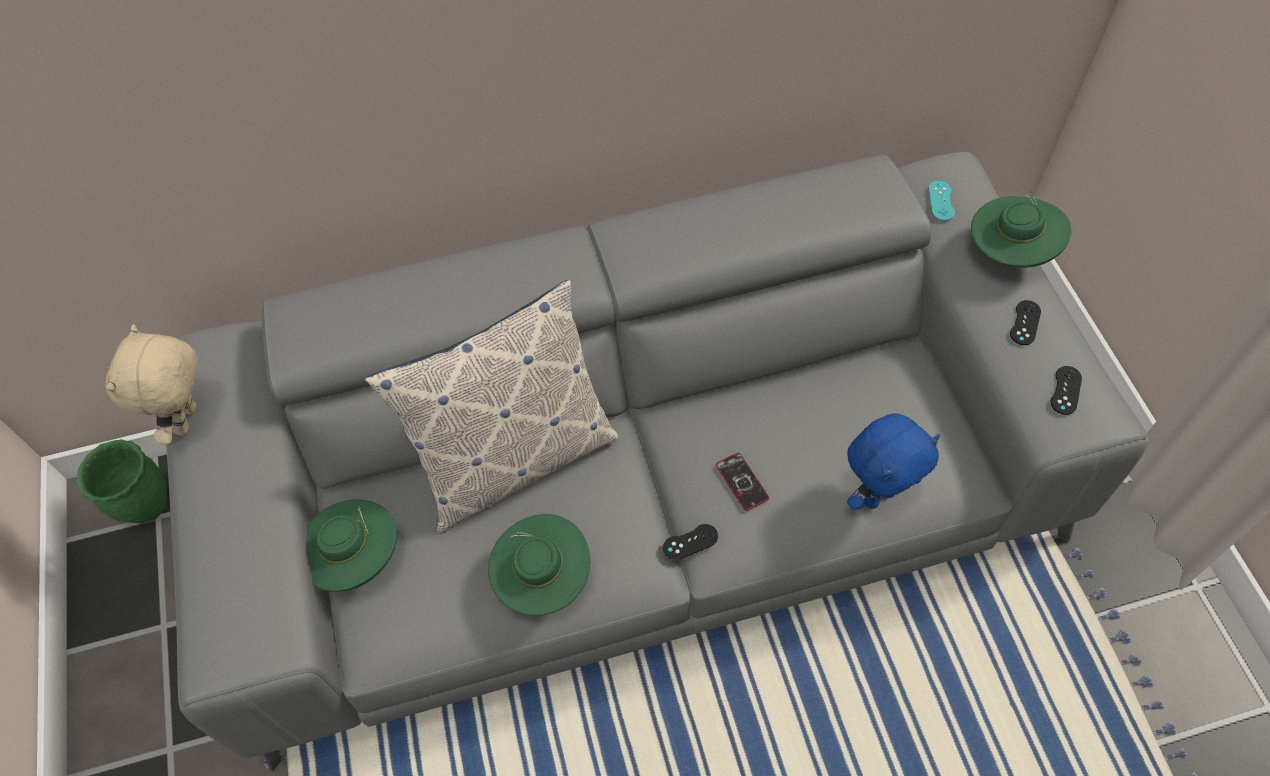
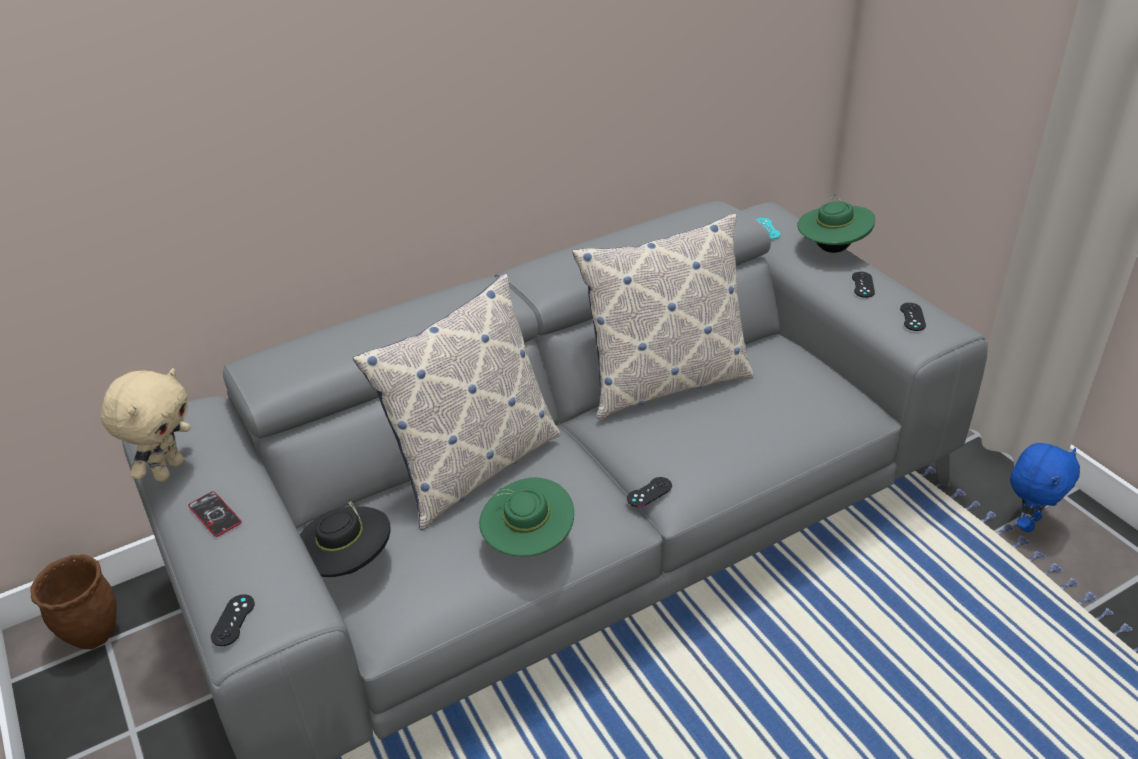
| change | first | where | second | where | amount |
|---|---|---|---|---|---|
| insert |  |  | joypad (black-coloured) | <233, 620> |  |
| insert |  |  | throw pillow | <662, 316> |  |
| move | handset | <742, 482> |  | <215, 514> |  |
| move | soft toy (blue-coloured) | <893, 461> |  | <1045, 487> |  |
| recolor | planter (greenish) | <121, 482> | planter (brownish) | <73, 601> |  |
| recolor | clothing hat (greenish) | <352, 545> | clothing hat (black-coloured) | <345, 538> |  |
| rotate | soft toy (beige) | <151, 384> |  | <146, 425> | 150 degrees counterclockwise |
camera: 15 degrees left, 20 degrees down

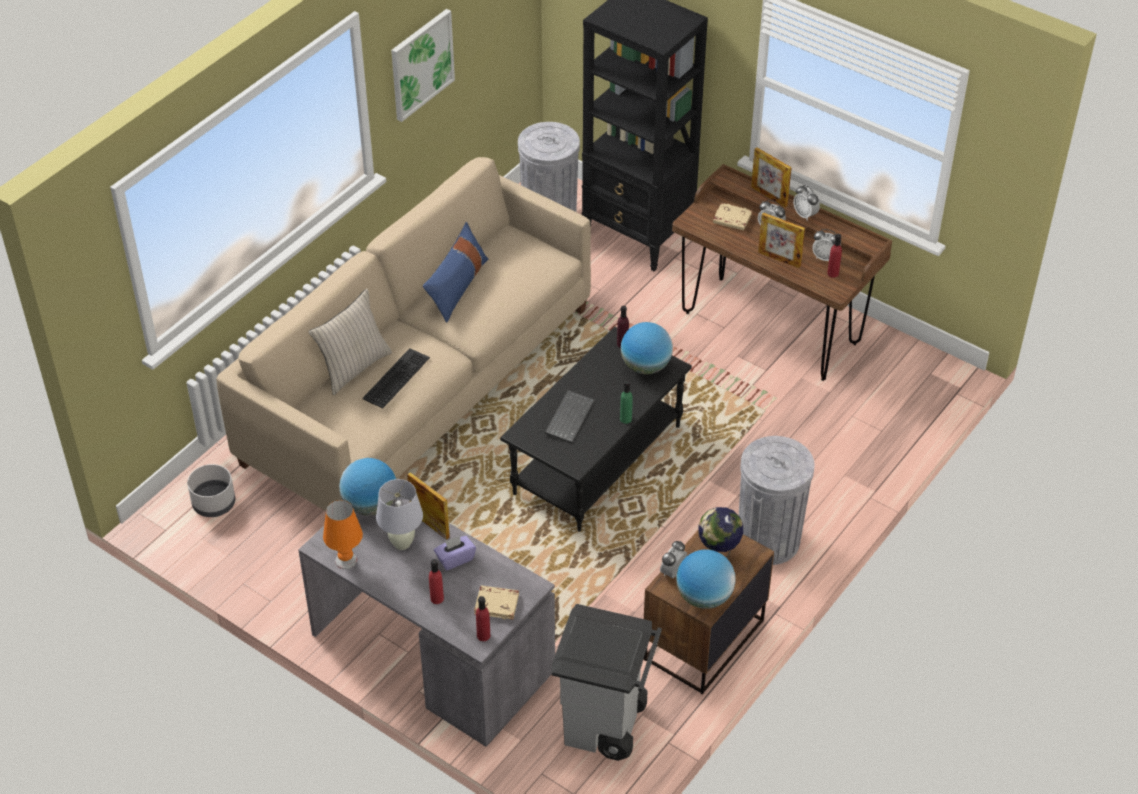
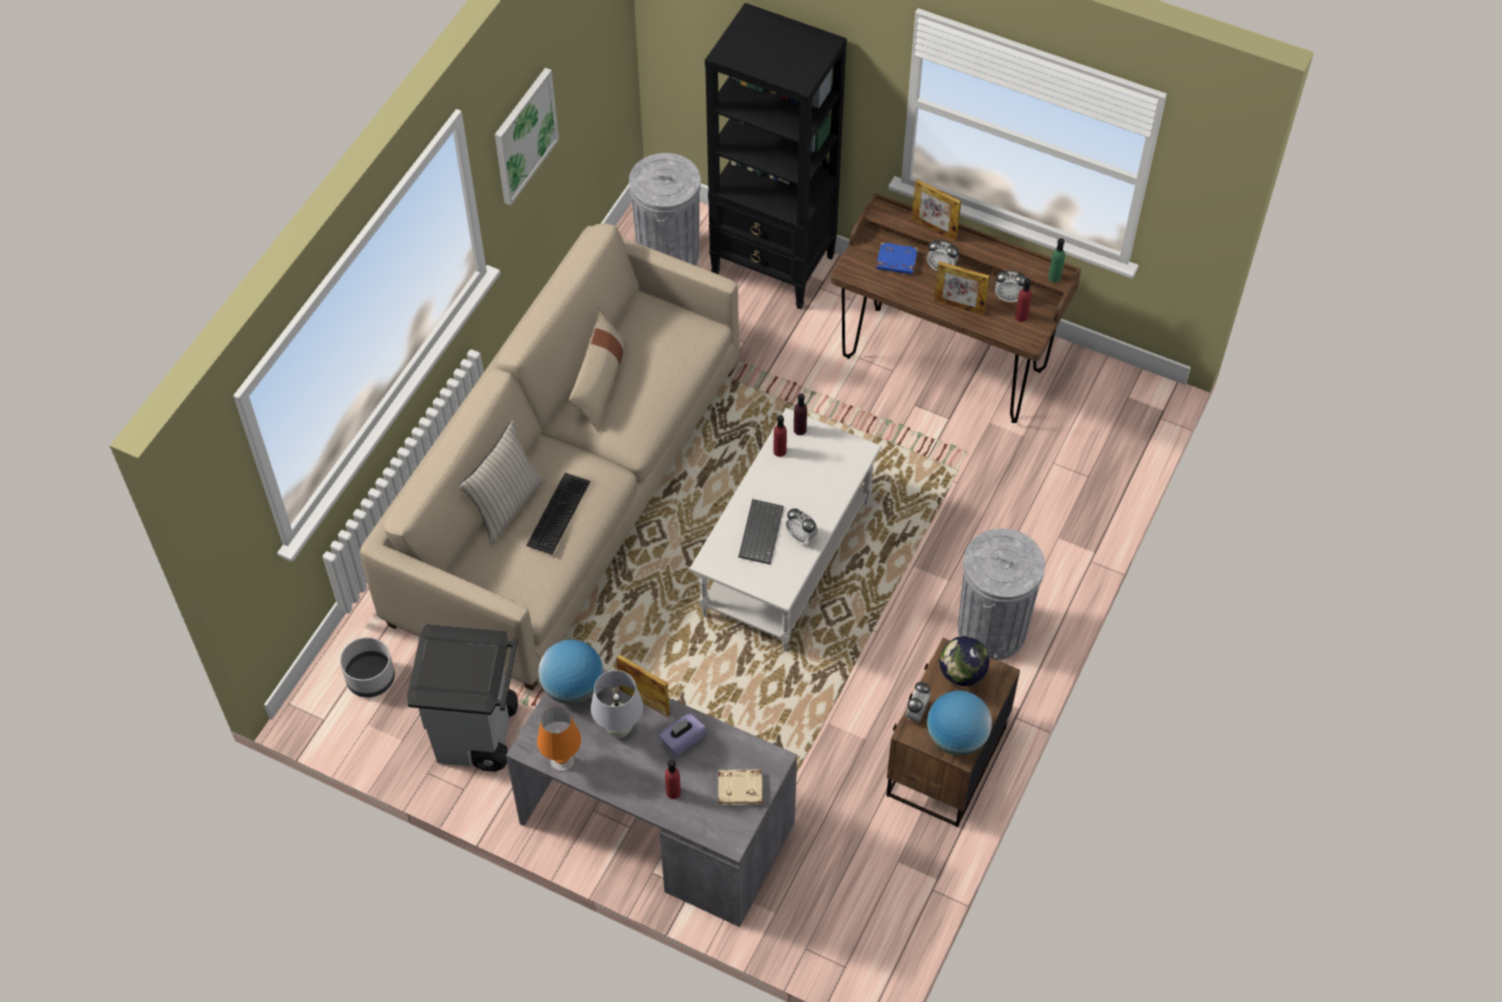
| change | first | where | second | where | amount |
|---|---|---|---|---|---|
| delete | world globe | <647, 348> |  |  |  |
| move | beverage bottle (red) | <483, 618> |  | <780, 436> |  |
| move | waste bin (grey) | <607, 682> |  | <462, 698> |  |
| move | beverage bottle (greenish) | <626, 402> |  | <1056, 260> |  |
| move | bedside clock | <806, 203> |  | <801, 527> |  |
| recolor | throw pillow (blue-coloured) | <455, 272> | throw pillow (beige) | <598, 370> |  |
| recolor | low table (black-coloured) | <596, 429> | low table (whitish) | <785, 529> |  |
| recolor | book (beige) | <733, 217> | book (blue-coloured) | <897, 258> |  |
camera: 10 degrees left, 10 degrees up

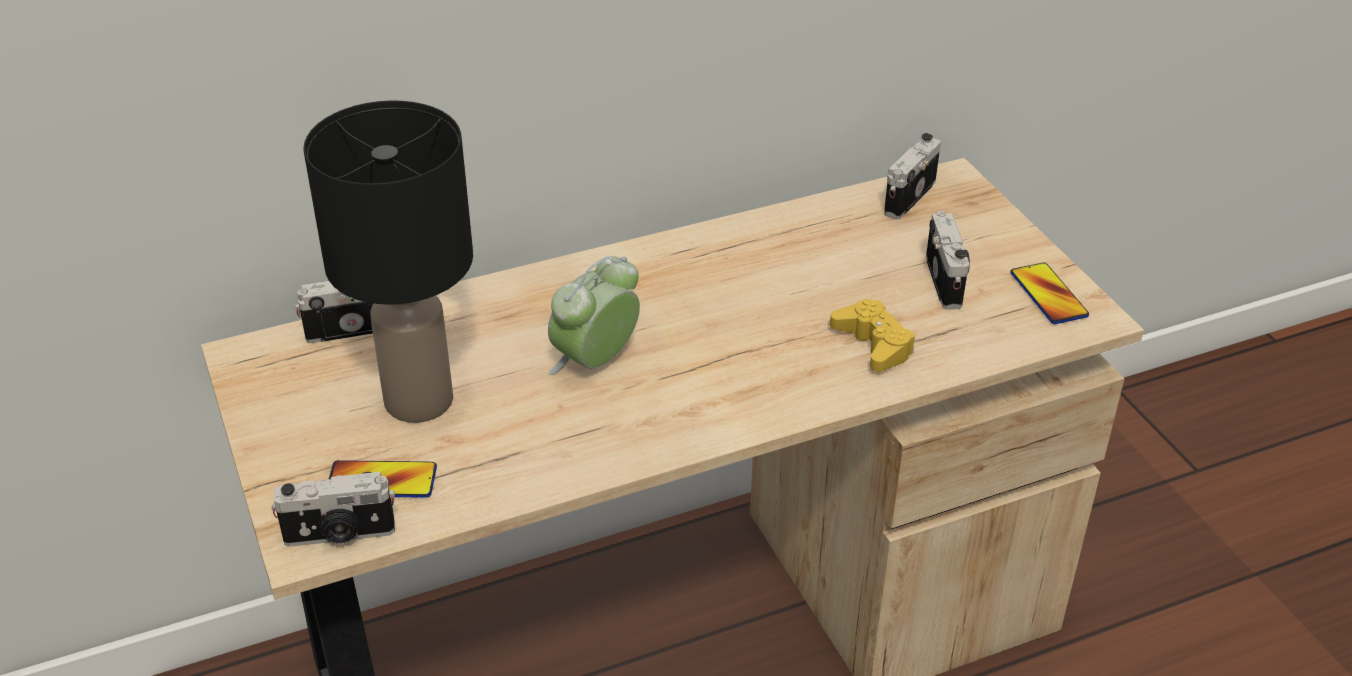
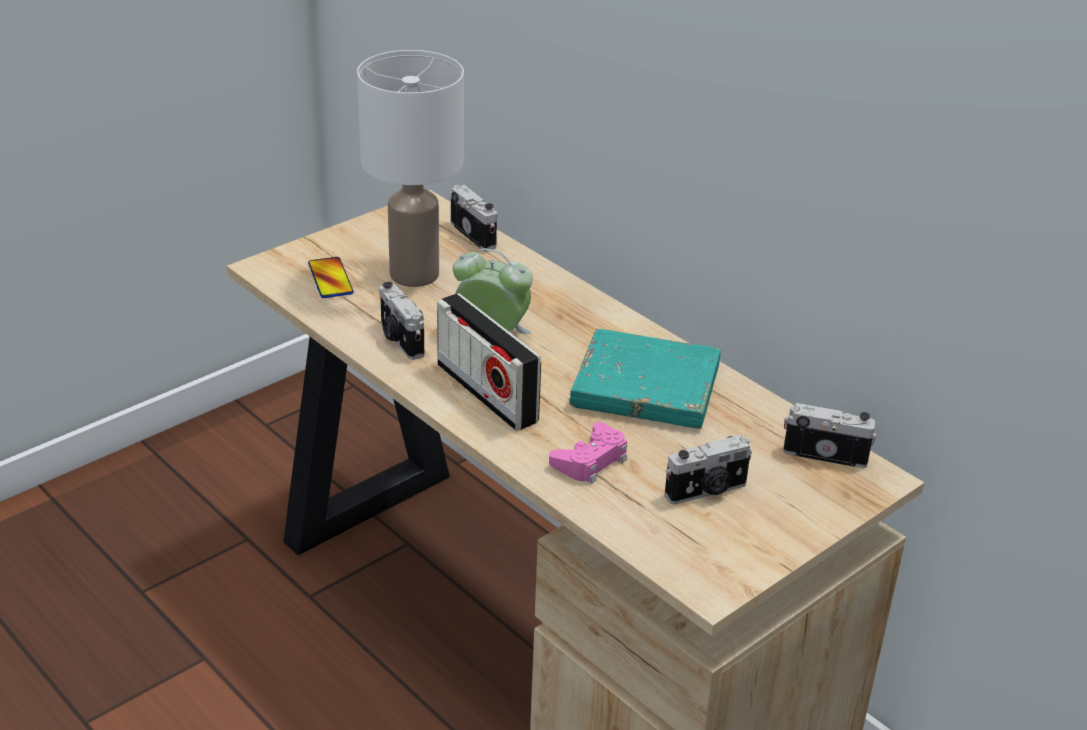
| change | first | where | second | where | amount |
|---|---|---|---|---|---|
| delete | handset | <1049, 293> |  |  |  |
| insert |  |  | radio set | <489, 362> |  |
| insert |  |  | book (turquoise-coloured) | <645, 379> |  |
| move | still camera | <333, 509> |  | <402, 321> |  |
| recolor | table lamp (black-coloured) | <388, 262> | table lamp (whitish) | <410, 168> |  |
| recolor | joypad (yellowish) | <872, 335> | joypad (pink-coloured) | <588, 453> |  |
camera: 70 degrees right, 5 degrees down

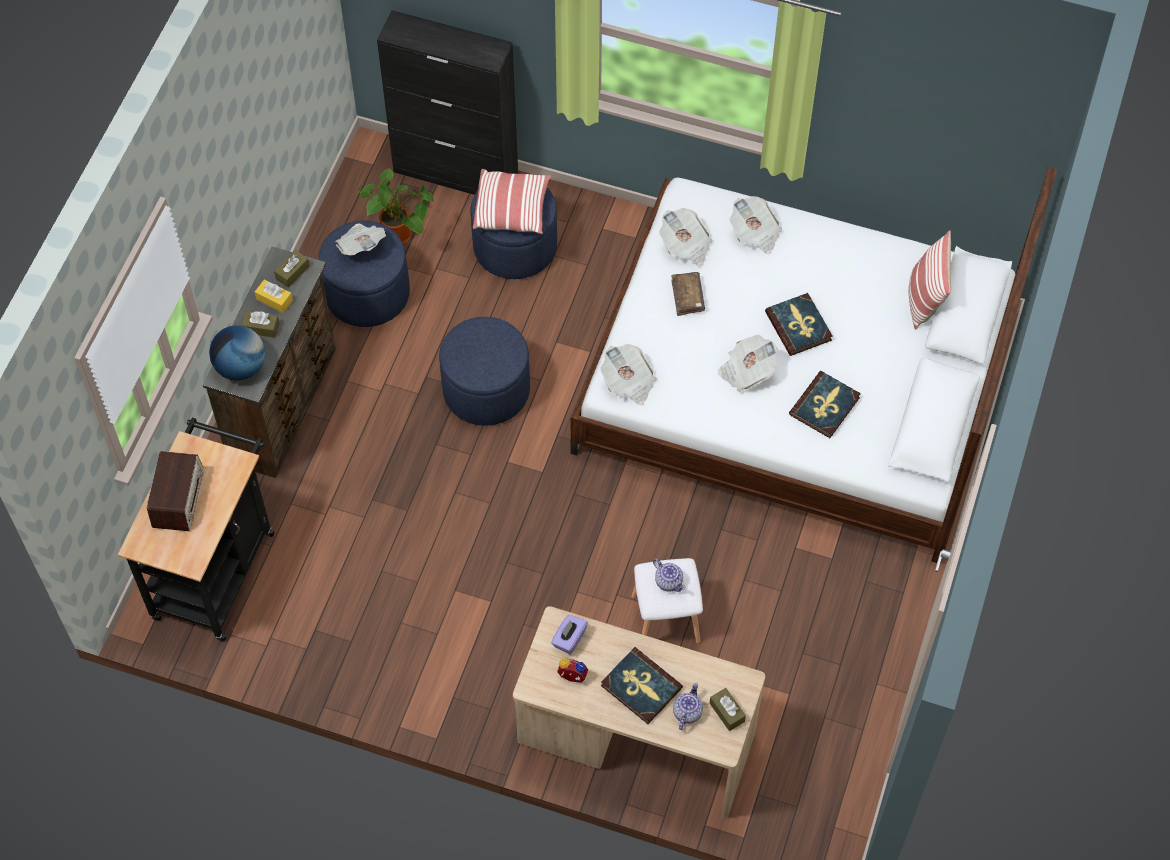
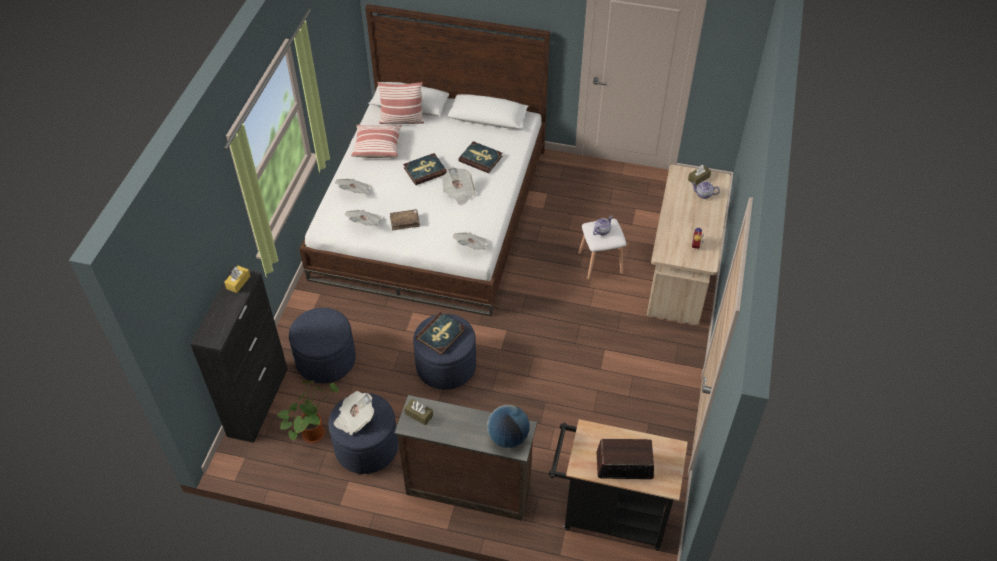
| change | first | where | second | where | amount |
|---|---|---|---|---|---|
| delete | tissue holder (brownish) | <260, 324> |  |  |  |
| delete | tissue holder (purple) | <569, 635> |  |  |  |
| move | tissue holder (yellowish) | <274, 296> |  | <237, 279> |  |
| move | throw pillow | <512, 201> |  | <376, 141> |  |
| move | book | <642, 685> |  | <440, 333> |  |
camera: 95 degrees left, 10 degrees down

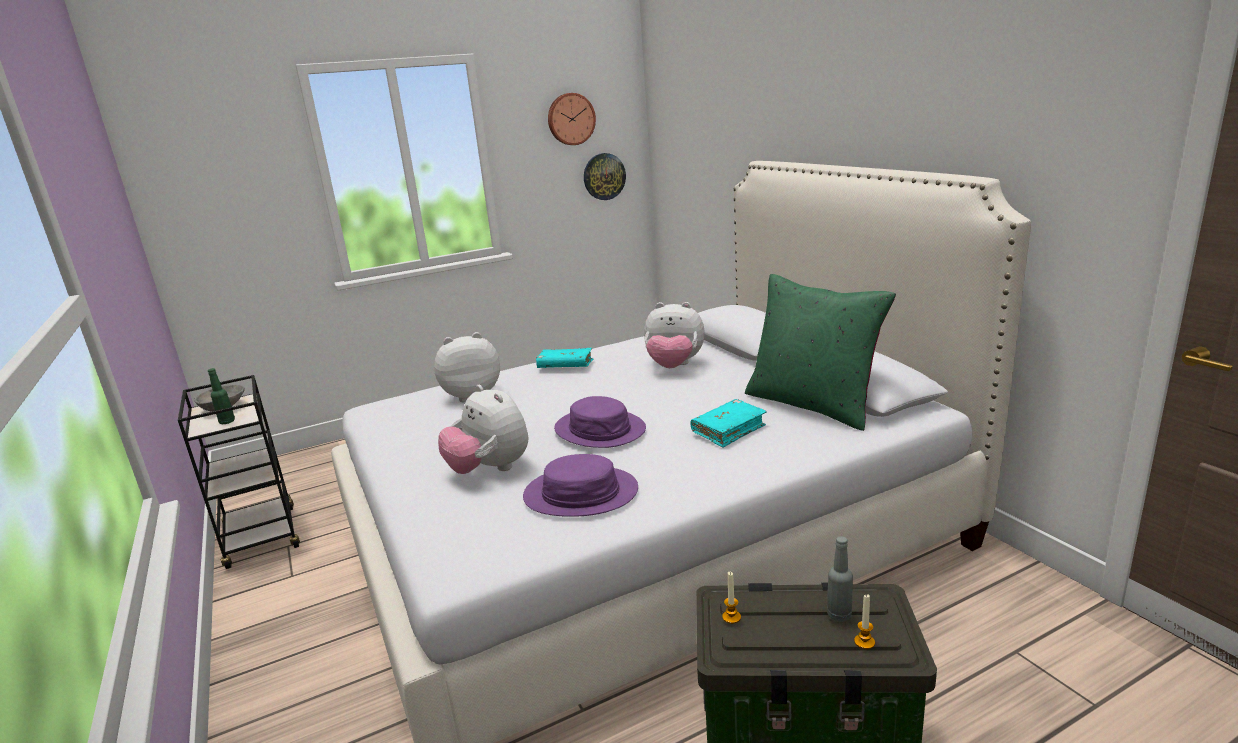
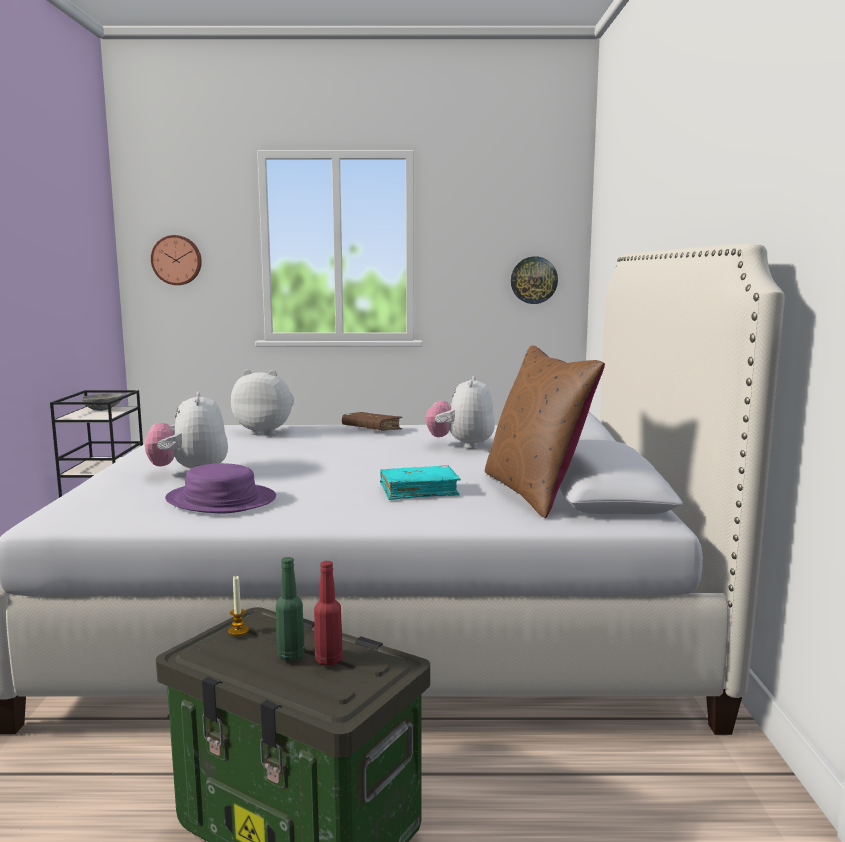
| change | first | where | second | where | amount |
|---|---|---|---|---|---|
| delete | clothing hat (purple) | <600, 422> |  |  |  |
| delete | candle | <864, 621> |  |  |  |
| move | beverage bottle (greenish) | <221, 396> |  | <290, 609> |  |
| move | clock on the wall | <572, 119> |  | <176, 260> |  |
| recolor | book (turquoise-coloured) | <565, 358> | book (brownish) | <372, 421> |  |
| recolor | throw pillow (greenish) | <820, 352> | throw pillow (brownish) | <545, 431> |  |
| recolor | beverage bottle (grey) | <840, 579> | beverage bottle (red) | <328, 613> |  |
| rotate | soft toy | <674, 335> |  | <460, 412> | 60 degrees clockwise |
camera: 25 degrees right, 10 degrees down

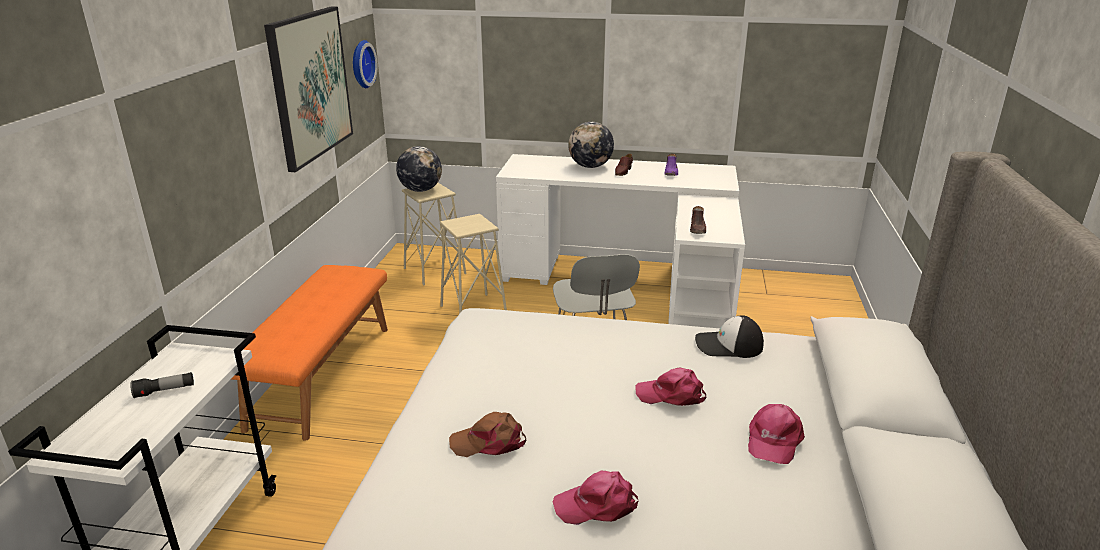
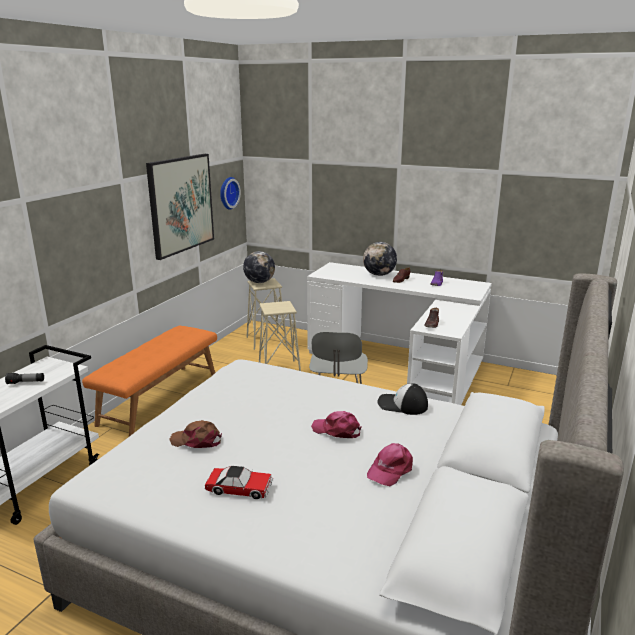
| change | first | where | second | where | amount |
|---|---|---|---|---|---|
| replace | peaked cap (pink-coloured) | <595, 498> | miniature car | <239, 482> |  |
camera: 15 degrees right, 5 degrees down

